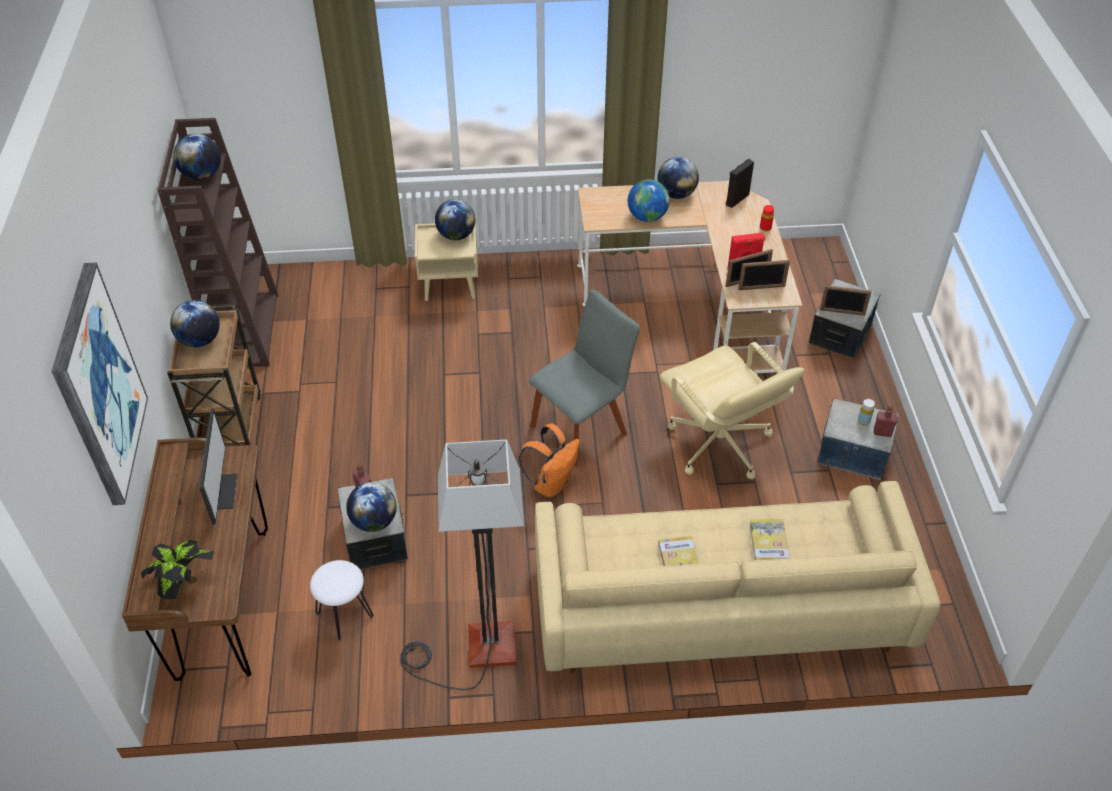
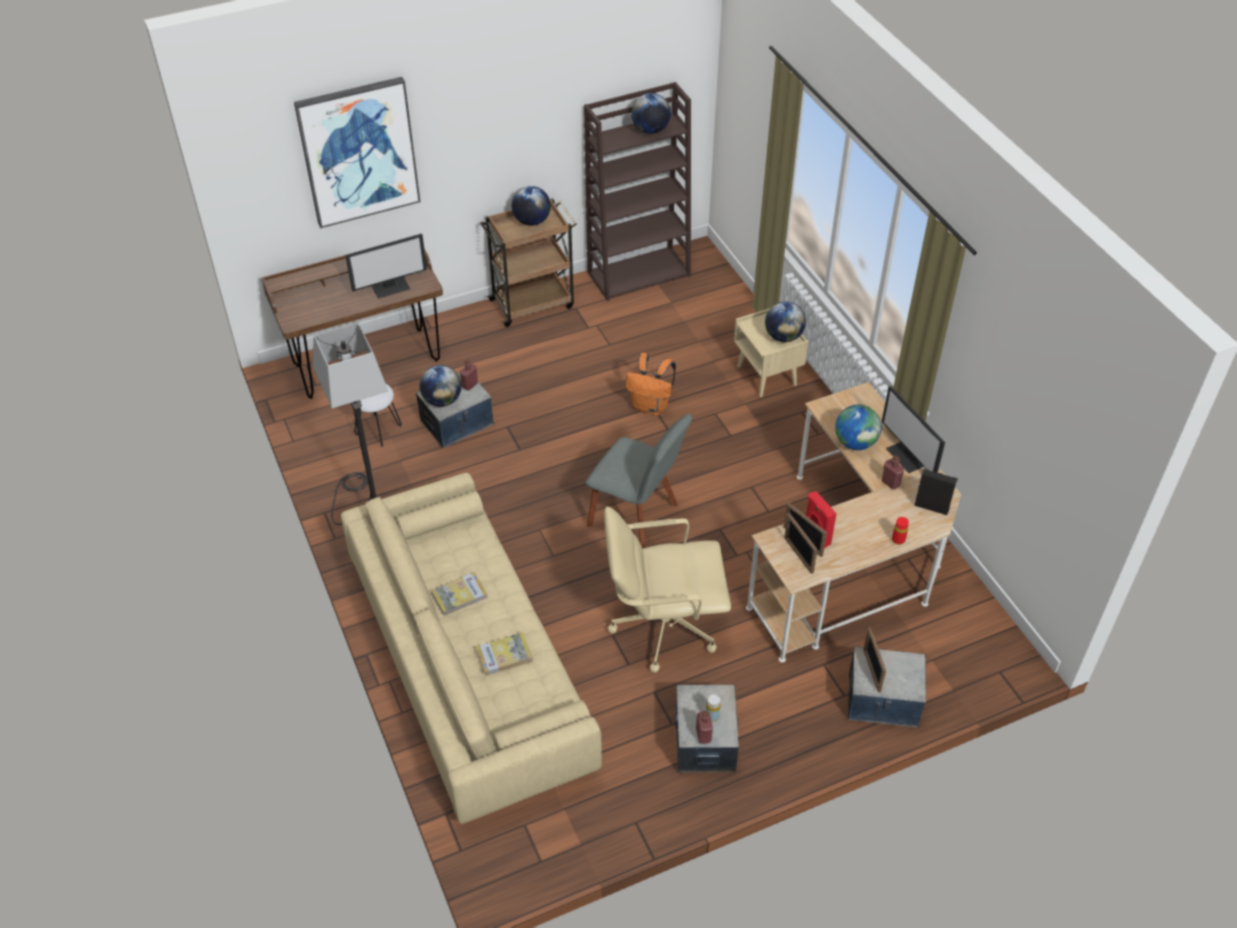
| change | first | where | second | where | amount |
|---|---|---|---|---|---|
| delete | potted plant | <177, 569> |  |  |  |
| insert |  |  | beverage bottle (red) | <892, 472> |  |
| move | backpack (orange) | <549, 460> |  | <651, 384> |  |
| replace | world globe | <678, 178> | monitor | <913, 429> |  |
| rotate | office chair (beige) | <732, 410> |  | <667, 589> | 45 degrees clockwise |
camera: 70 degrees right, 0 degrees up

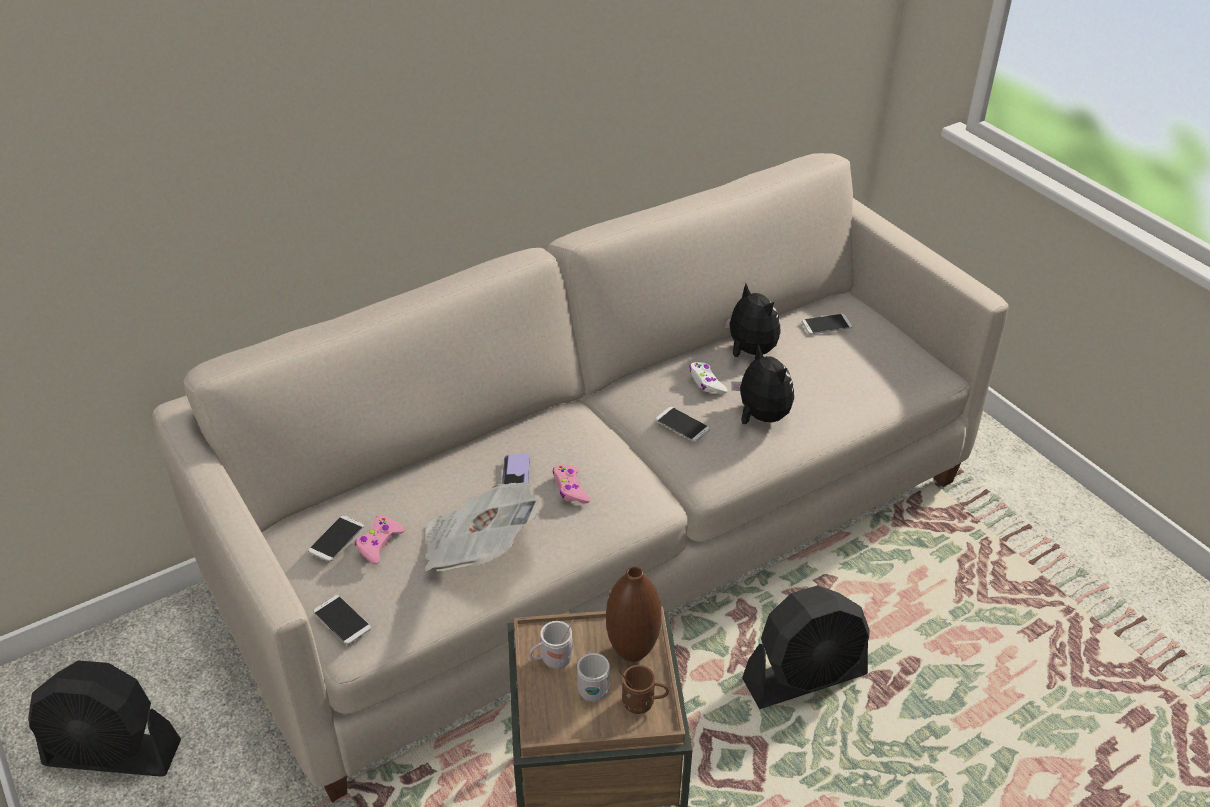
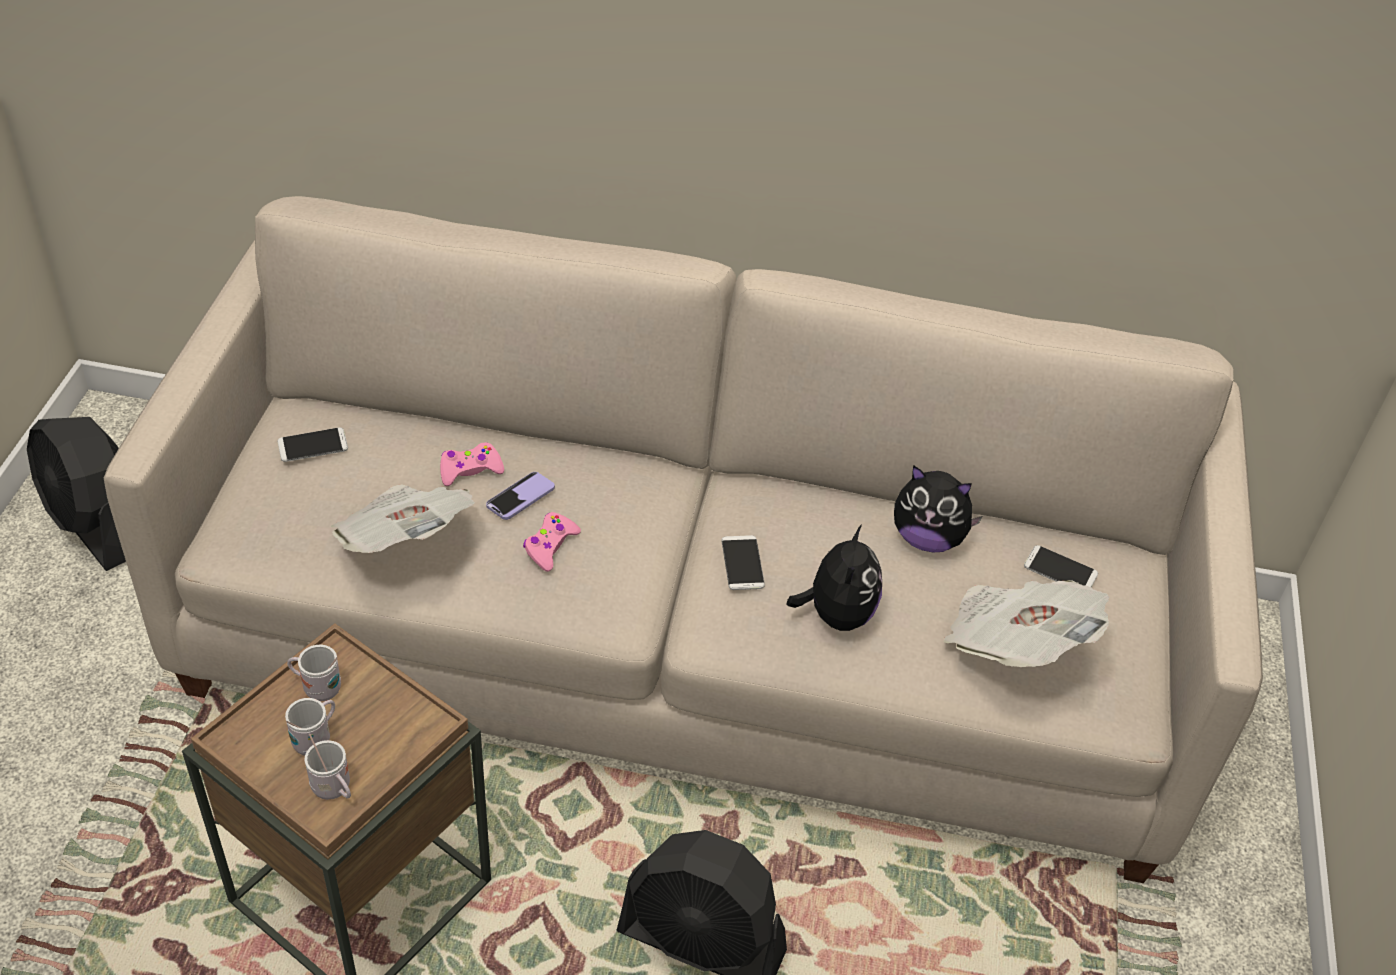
| change | first | where | second | where | amount |
|---|---|---|---|---|---|
| delete | handset | <342, 619> |  |  |  |
| delete | decorative vase (brownish) | <633, 614> |  |  |  |
| delete | joypad (whitish) | <708, 378> |  |  |  |
| insert |  |  | printed paper | <1027, 623> |  |
| move | joypad (pink-coloured) | <380, 540> |  | <472, 464> |  |
| recolor | coffee mug (brownish) | <644, 689> | coffee mug (whitish) | <327, 767> |  |
| rotate | soft toy | <753, 320> |  | <938, 508> | 105 degrees clockwise |
camera: 40 degrees right, 5 degrees up

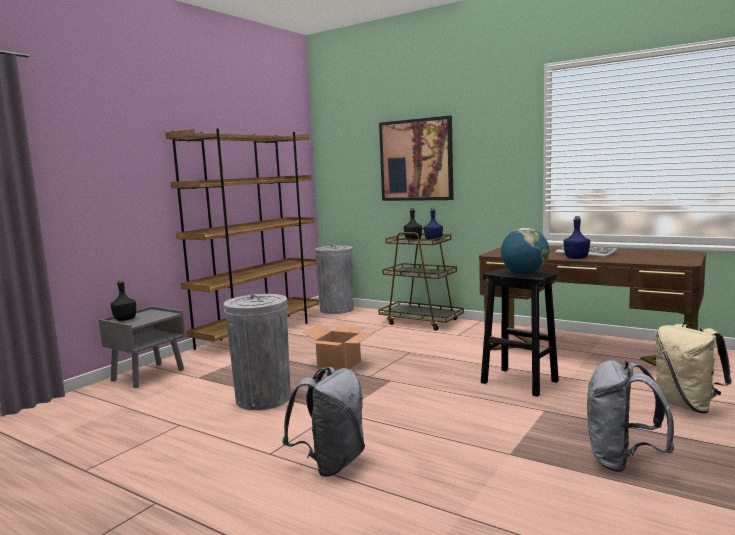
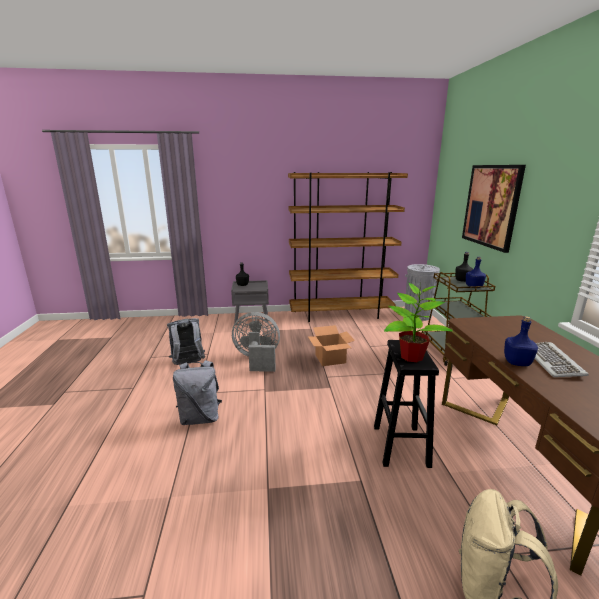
| change | first | where | second | where | amount |
|---|---|---|---|---|---|
| move | backpack (grey) | <630, 416> |  | <186, 341> |  |
| replace | waste bin (grey) | <257, 352> | electric fan (grey) | <256, 342> |  |
| replace | world globe | <525, 251> | potted plant | <418, 322> |  |
camera: 50 degrees right, 10 degrees up

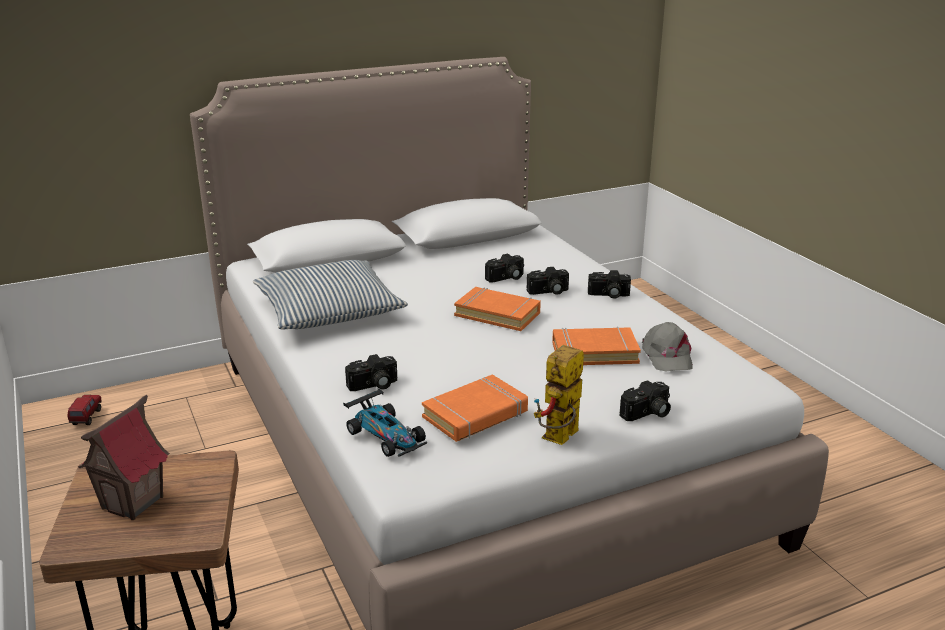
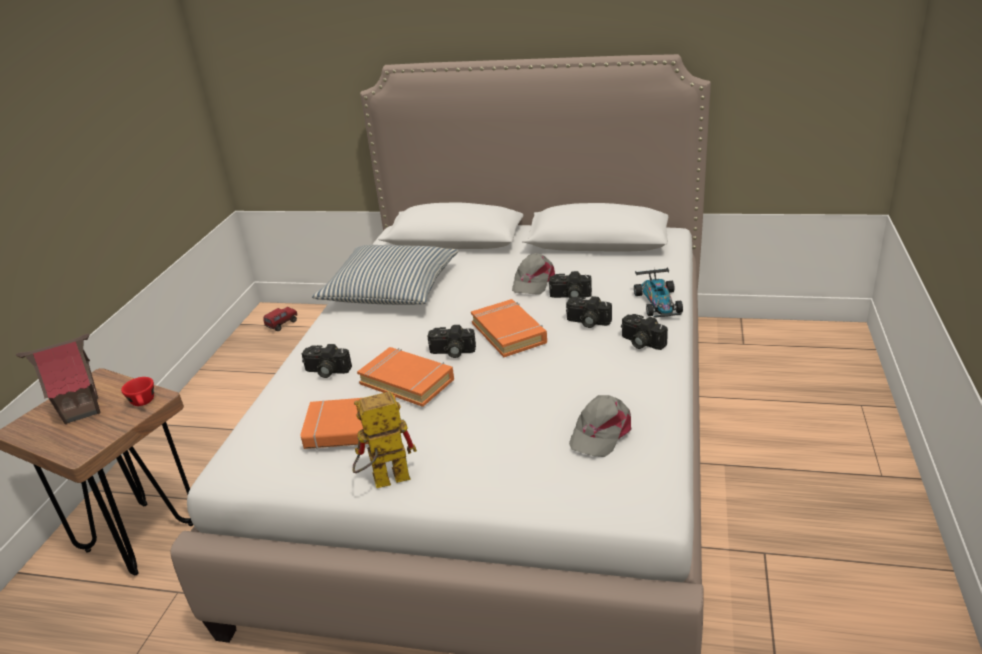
| change | first | where | second | where | amount |
|---|---|---|---|---|---|
| insert |  |  | small cup (red) | <137, 391> |  |
| insert |  |  | peaked cap (grey) | <533, 274> |  |
| move | miniature car | <385, 423> |  | <658, 293> |  |
| move | book (orange) | <596, 345> |  | <405, 377> |  |
| move | still camera | <645, 400> |  | <452, 341> |  |
camera: 40 degrees right, 5 degrees up

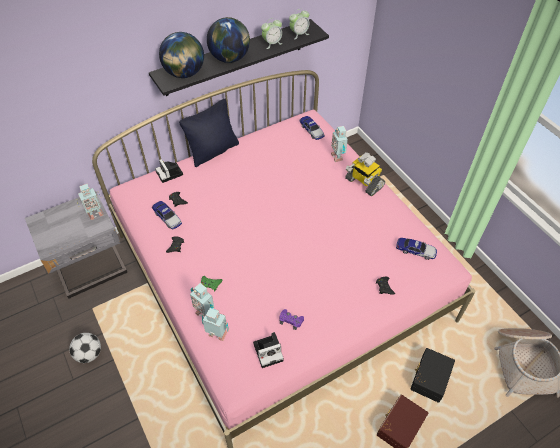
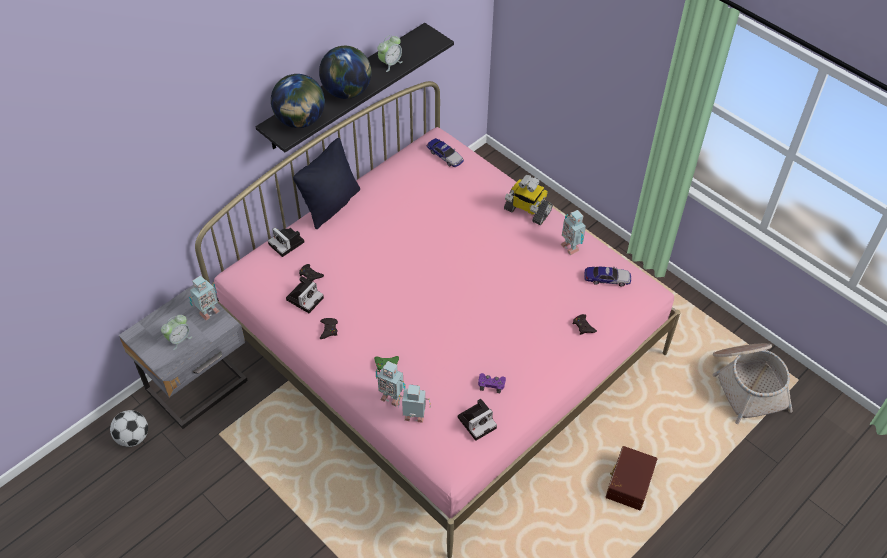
| change | first | where | second | where | amount |
|---|---|---|---|---|---|
| delete | storage box (black-coloured) | <432, 375> |  |  |  |
| move | football | <85, 348> |  | <129, 428> |  |
| move | bedside clock | <299, 24> |  | <176, 332> |  |
| move | robot figure | <339, 144> |  | <573, 232> |  |
| replace | miniature car | <167, 215> | still camera | <305, 294> |  |
camera: 15 degrees left, 0 degrees up

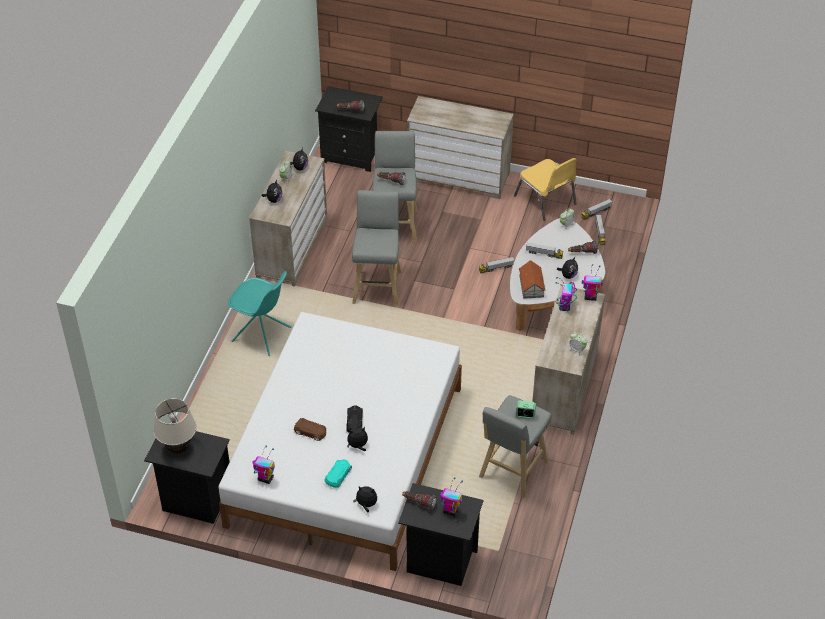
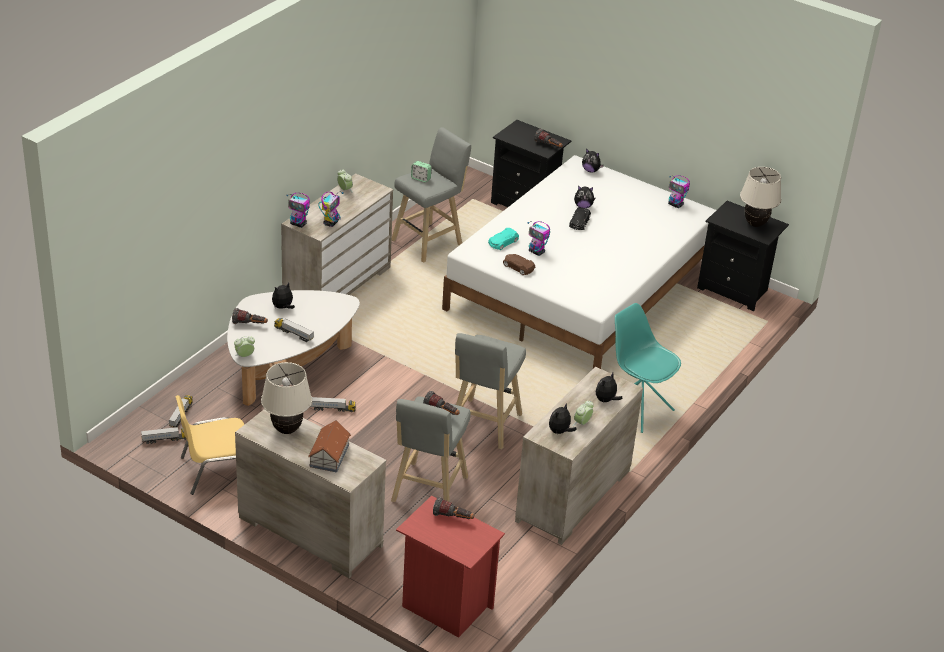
| change | first | where | second | where | amount |
|---|---|---|---|---|---|
| insert |  |  | table lamp (beige) | <286, 398> |  |
| move | miniature car (brownish) | <310, 429> |  | <519, 264> |  |
| move | miniature car (turquoise-coloured) | <338, 474> |  | <503, 239> |  |
| move | robot figure | <451, 497> |  | <539, 238> |  |
| move | model house | <532, 279> |  | <329, 446> |  |
| recolor | bedside table (black-coloured) | <349, 129> | bedside table (red) | <450, 567> |  |
| rotate | plain chair (yellowish) | <545, 189> |  | <209, 445> | 90 degrees counterclockwise |
camera: 165 degrees left, 10 degrees down

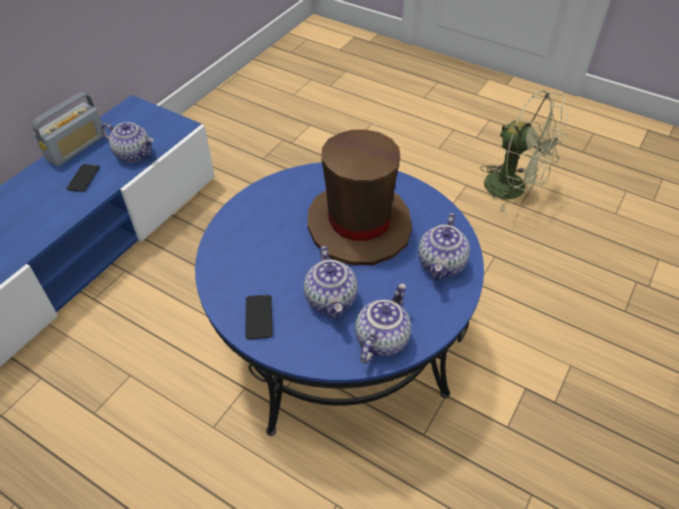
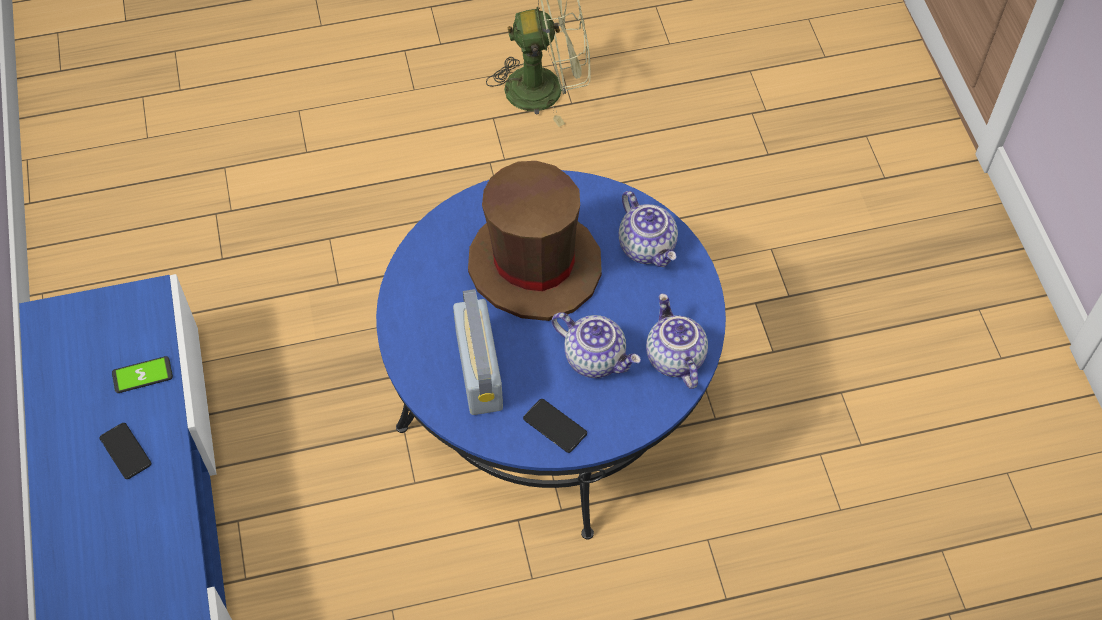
| change | first | where | second | where | amount |
|---|---|---|---|---|---|
| move | radio set | <68, 129> |  | <478, 352> |  |
| replace | tea pot | <127, 142> | handset | <142, 374> |  |
camera: 45 degrees left, 10 degrees up

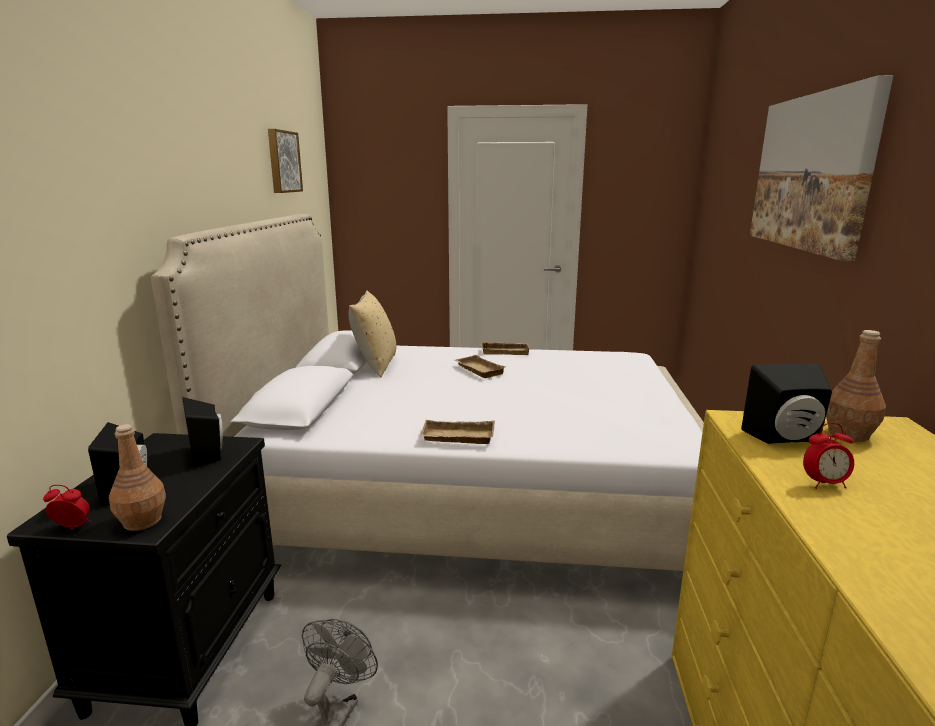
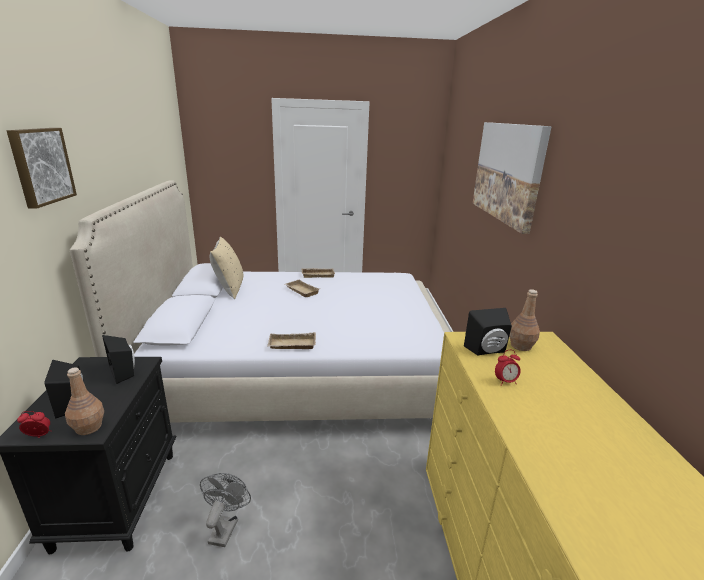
| change | first | where | second | where | amount |
|---|---|---|---|---|---|
| move | wall art | <285, 161> |  | <42, 168> |  |
camera: 10 degrees left, 5 degrees up

